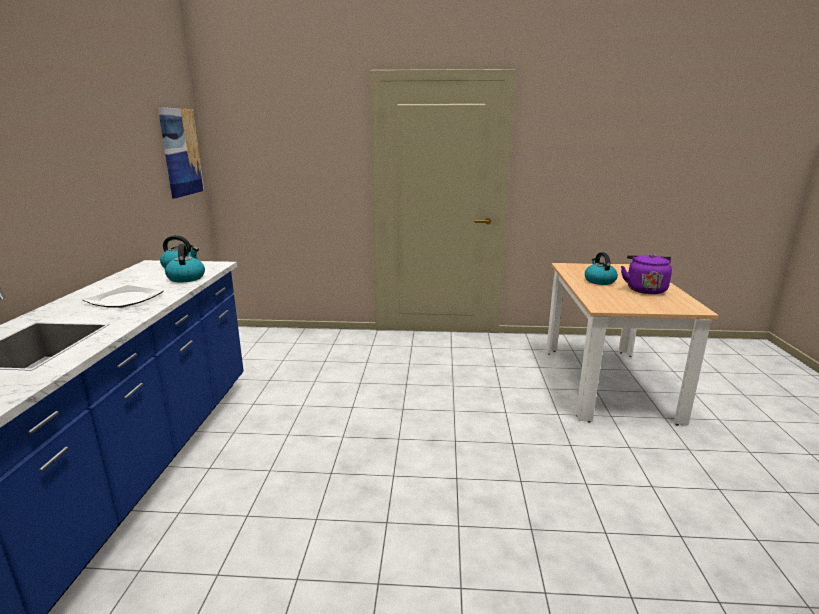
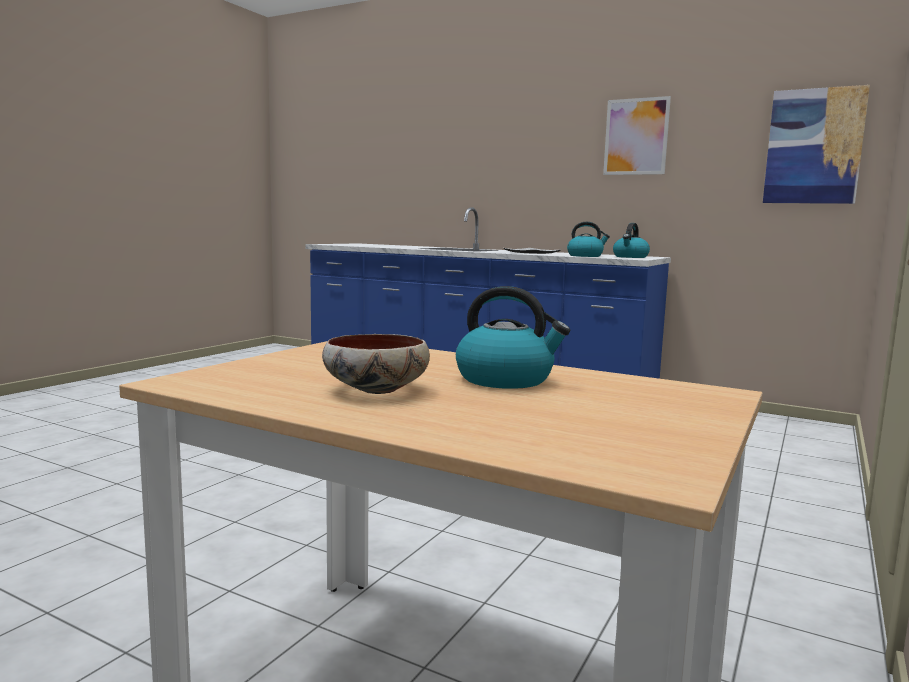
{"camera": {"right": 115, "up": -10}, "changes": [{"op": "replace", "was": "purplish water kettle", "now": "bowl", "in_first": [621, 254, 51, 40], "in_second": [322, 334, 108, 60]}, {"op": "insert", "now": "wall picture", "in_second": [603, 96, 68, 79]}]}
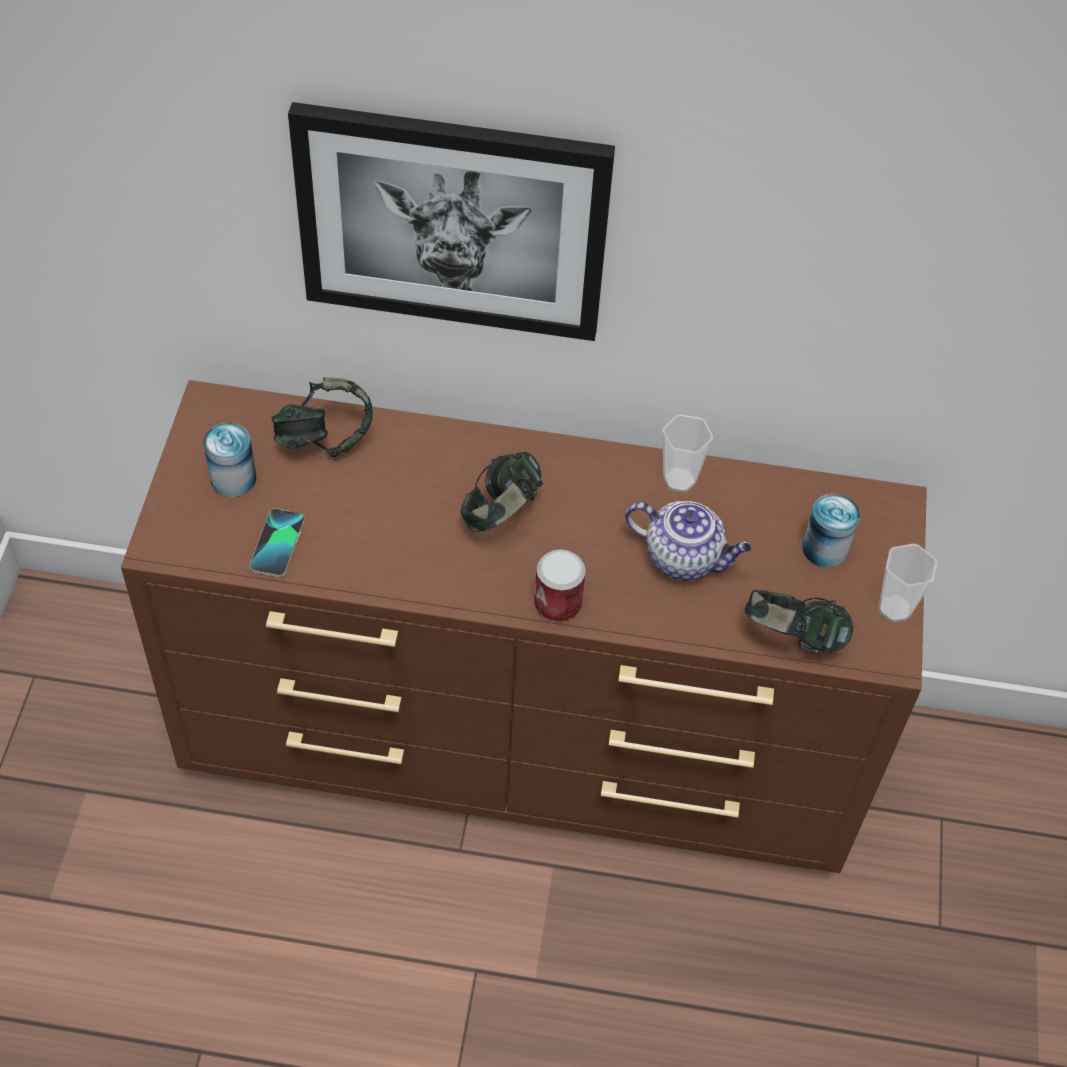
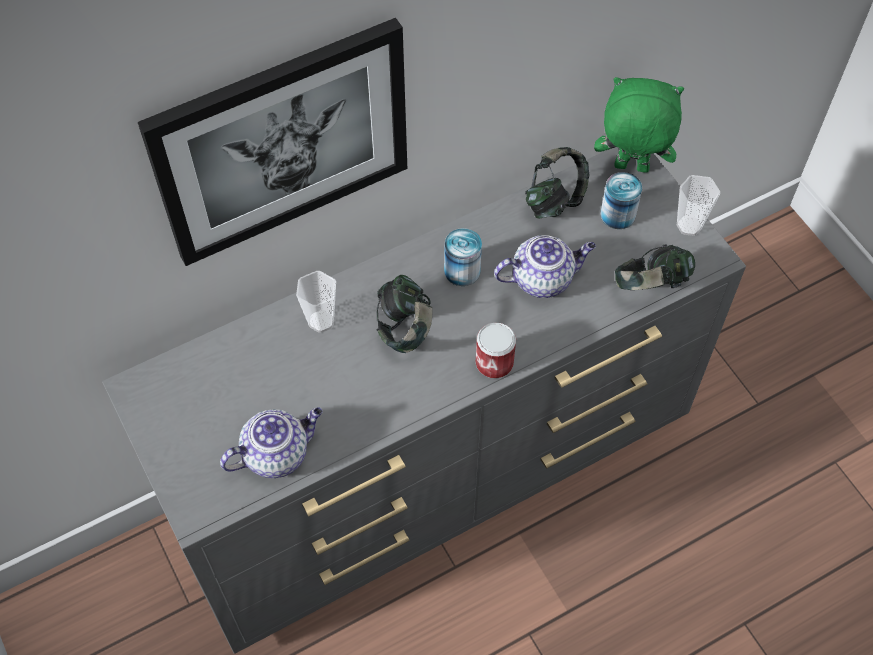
{"camera": {"right": -35, "up": 5}, "changes": [{"op": "move", "was": "headset", "in_first": [272, 377, 101, 80], "in_second": [525, 147, 64, 71]}, {"op": "recolor", "was": "brown-coloured drawer chest", "now": "gray drawer chest", "in_first": [121, 380, 806, 493], "in_second": [102, 147, 644, 507]}, {"op": "move", "was": "small cup", "in_first": [662, 414, 51, 79], "in_second": [296, 271, 40, 62]}, {"op": "move", "was": "can", "in_first": [203, 423, 53, 74], "in_second": [444, 228, 38, 58]}, {"op": "replace", "was": "phone", "now": "teapot", "in_first": [250, 508, 55, 69], "in_second": [220, 407, 103, 71]}, {"op": "insert", "now": "green-coloured cuddly toy", "in_second": [594, 77, 90, 96]}]}
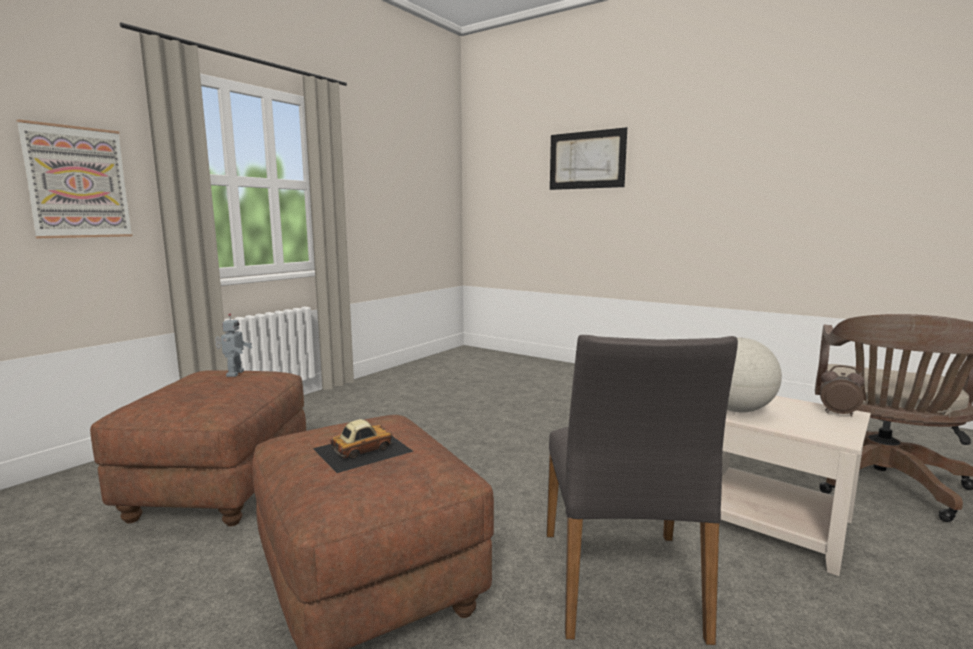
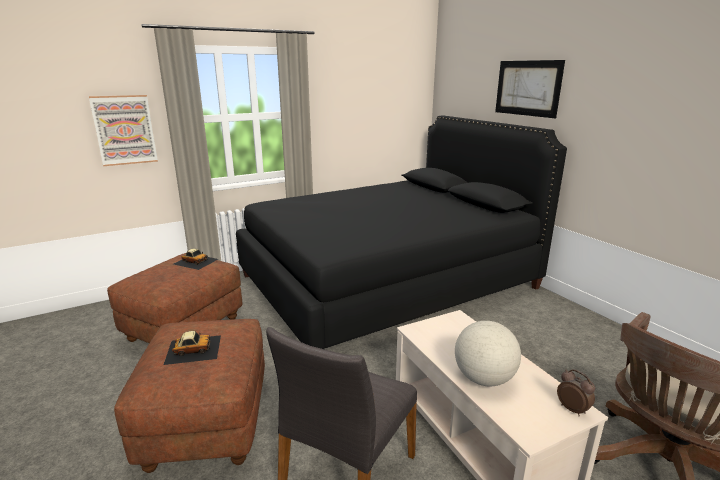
{"camera": {"right": 25, "up": 10}, "changes": [{"op": "replace", "was": "robot figure", "now": "miniature car", "in_first": [215, 313, 38, 64], "in_second": [174, 248, 44, 22]}, {"op": "insert", "now": "blackish bed", "in_second": [236, 115, 331, 234]}]}
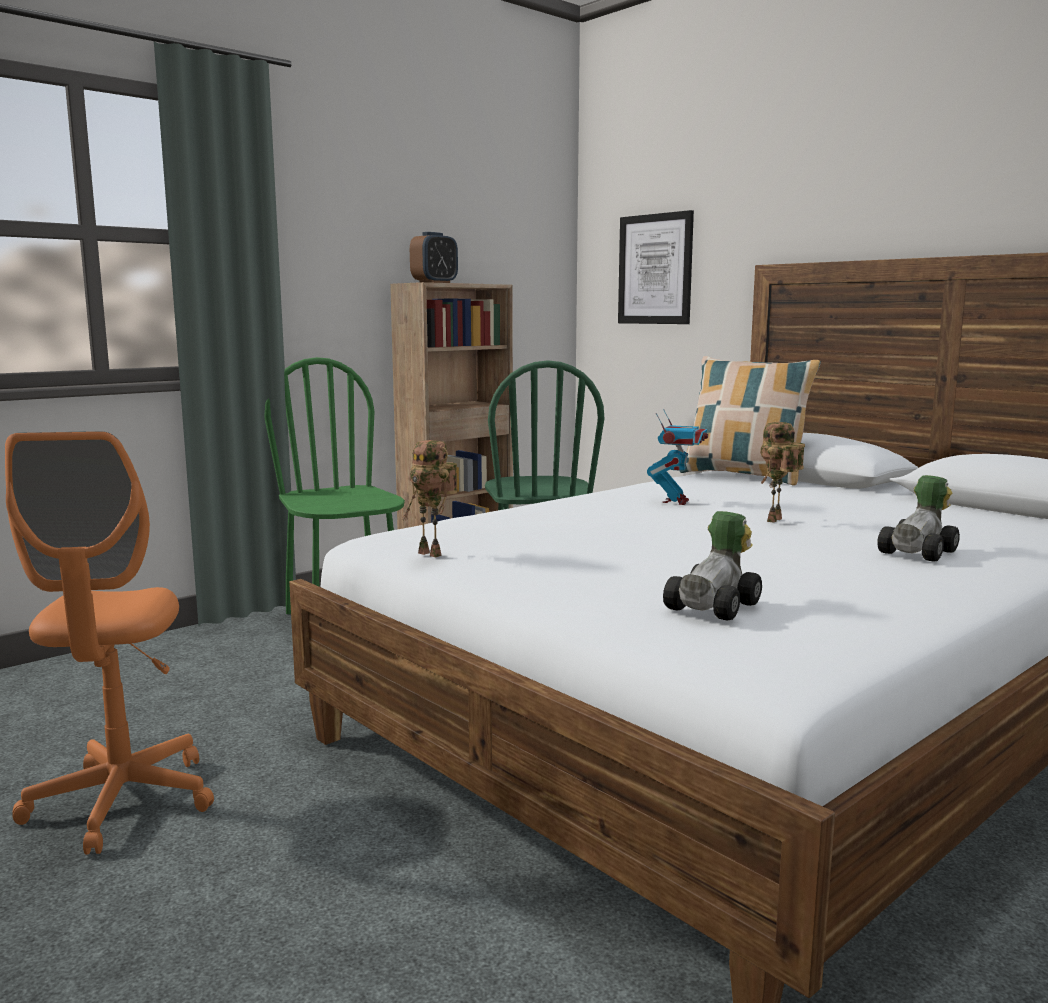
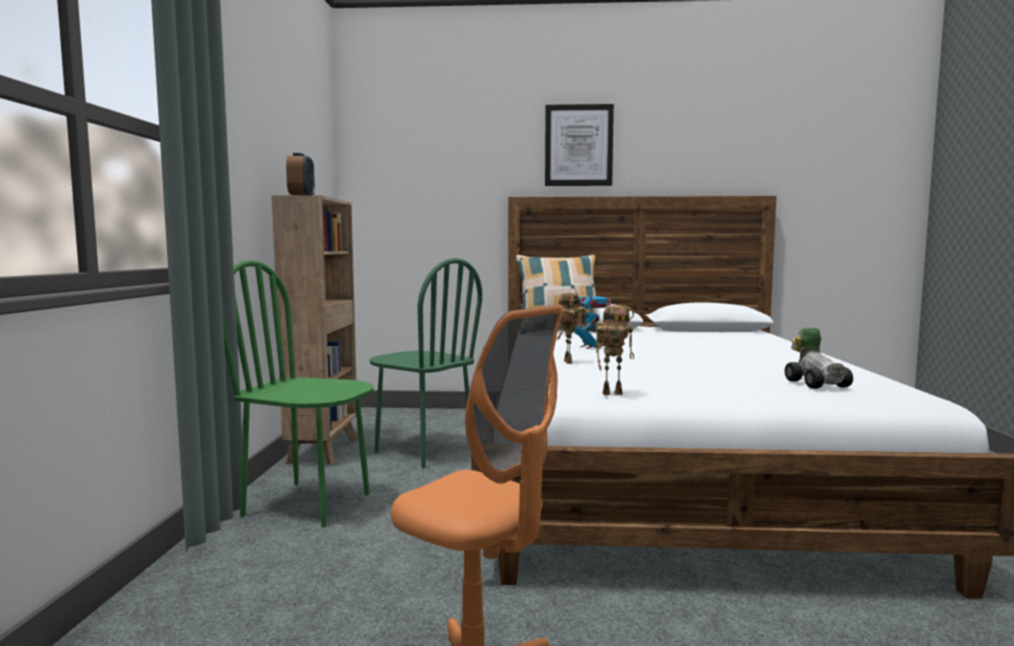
{"camera": {"right": -45, "up": -5}, "changes": [{"op": "move", "was": "wall picture", "in_first": [618, 210, 76, 114], "in_second": [545, 104, 69, 82]}, {"op": "move", "was": "robot figure", "in_first": [760, 422, 45, 101], "in_second": [556, 293, 31, 71]}, {"op": "delete", "was": "miniature car", "in_first": [877, 475, 83, 87]}]}
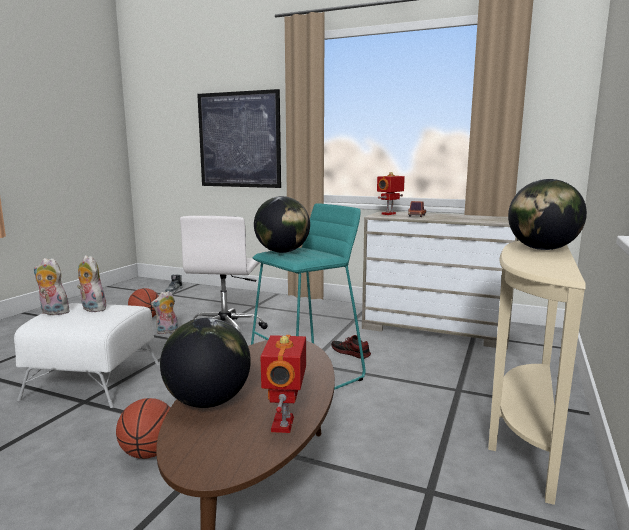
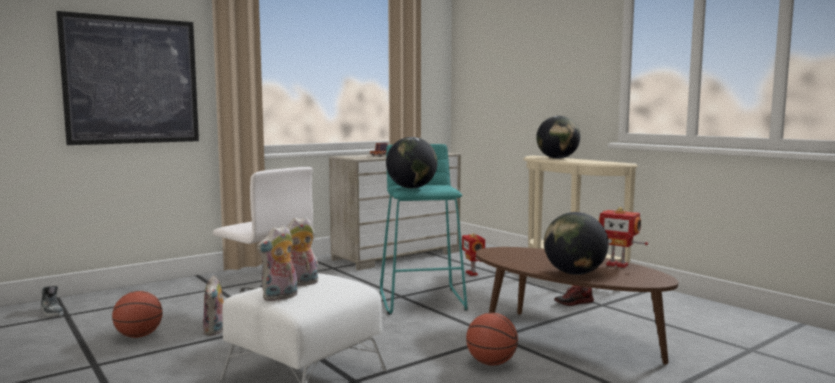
{"camera": {"right": -60, "up": -5}, "changes": [{"op": "move", "was": "robot figure", "in_first": [377, 172, 28, 43], "in_second": [462, 233, 23, 43]}, {"op": "move", "was": "low shoe", "in_first": [331, 335, 40, 24], "in_second": [554, 285, 40, 21]}]}
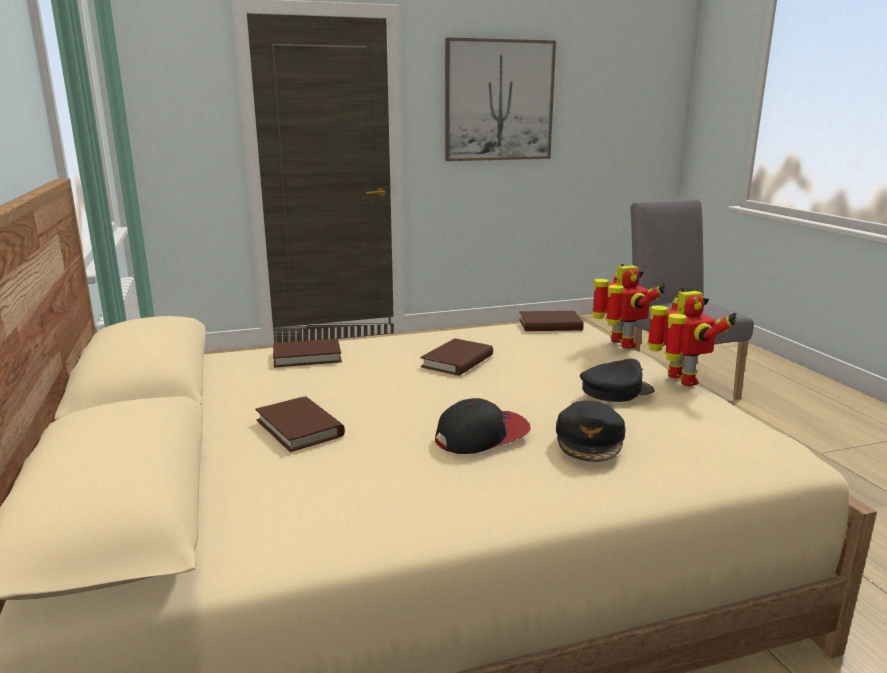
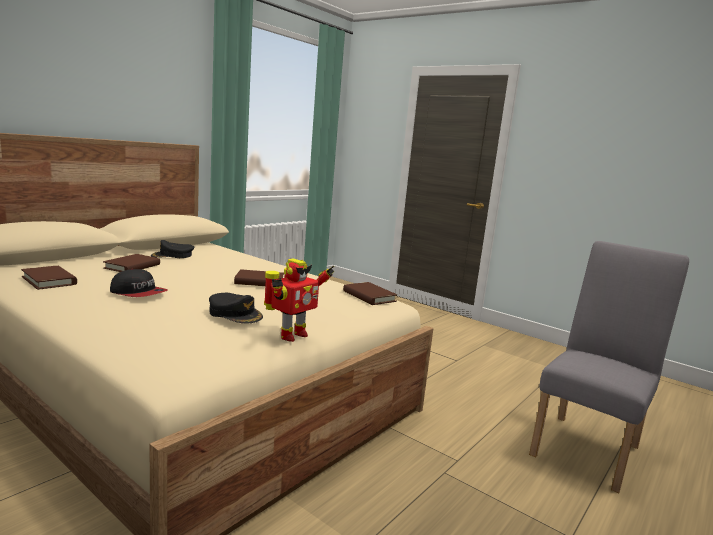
{"camera": {"right": 55, "up": -5}, "changes": [{"op": "delete", "was": "wall picture", "in_first": [445, 37, 111, 124]}, {"op": "delete", "was": "robot figure", "in_first": [592, 264, 74, 85]}, {"op": "move", "was": "brown-coloured book", "in_first": [273, 339, 69, 28], "in_second": [21, 266, 56, 24]}, {"op": "move", "was": "blackish baseball cap", "in_first": [556, 401, 70, 61], "in_second": [151, 240, 43, 18]}]}
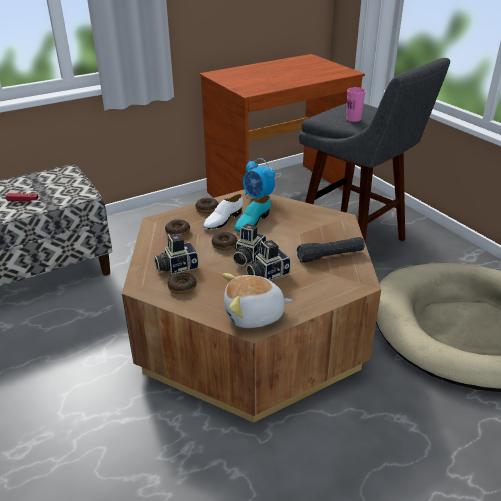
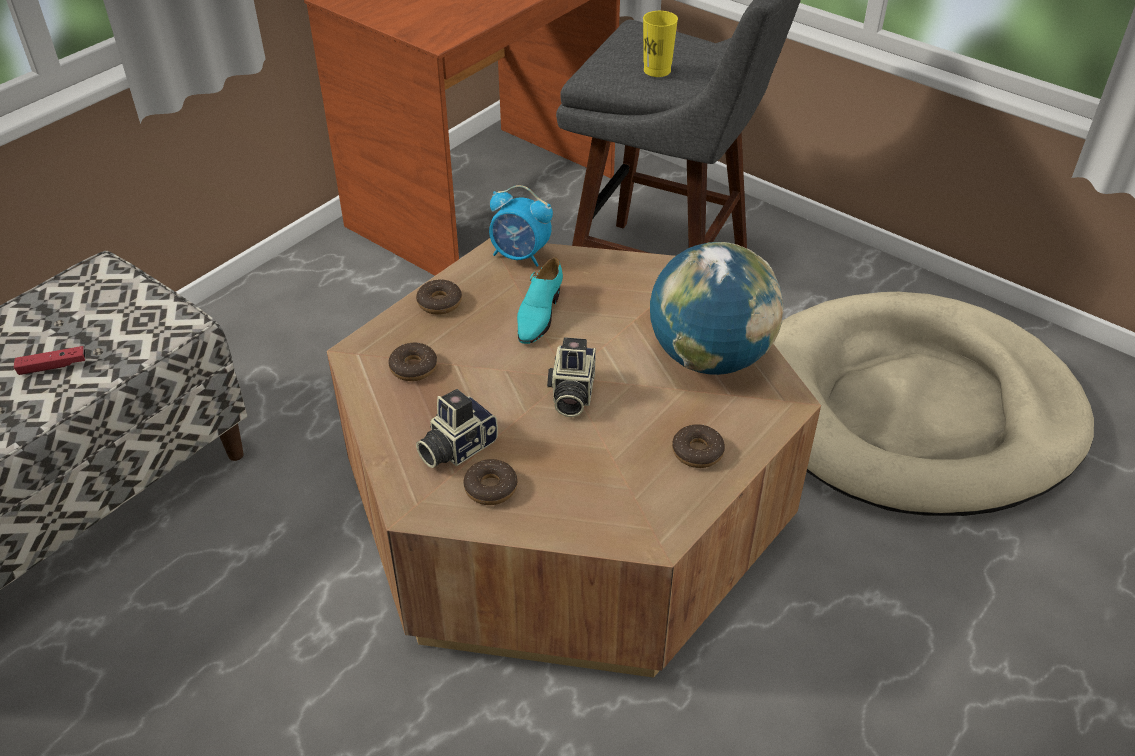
{"camera": {"right": -20, "up": 10}, "changes": [{"op": "recolor", "was": "pink small cup", "now": "yellow small cup", "in_first": [346, 87, 20, 35], "in_second": [643, 11, 35, 66]}, {"op": "delete", "was": "whitish low shoe", "in_first": [203, 194, 40, 36]}, {"op": "move", "was": "doughnut", "in_first": [212, 232, 25, 18], "in_second": [672, 424, 53, 44]}, {"op": "replace", "was": "blackish flashlight", "now": "globe", "in_first": [297, 237, 68, 26], "in_second": [650, 242, 134, 133]}, {"op": "delete", "was": "still camera", "in_first": [246, 240, 45, 41]}, {"op": "delete", "was": "cuddly toy", "in_first": [222, 273, 70, 55]}]}
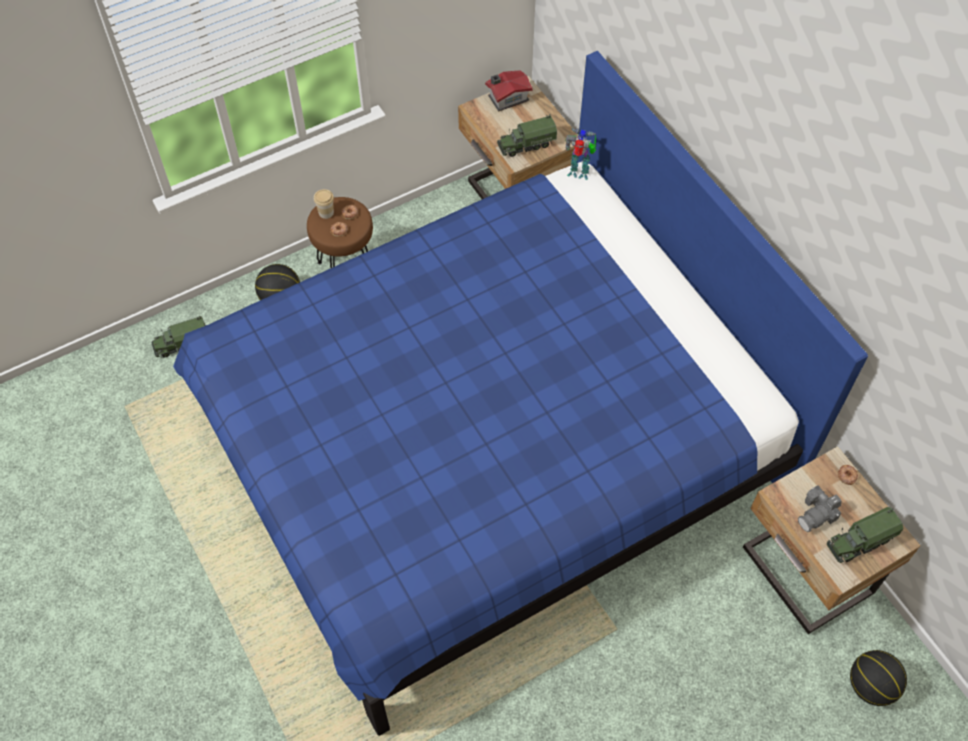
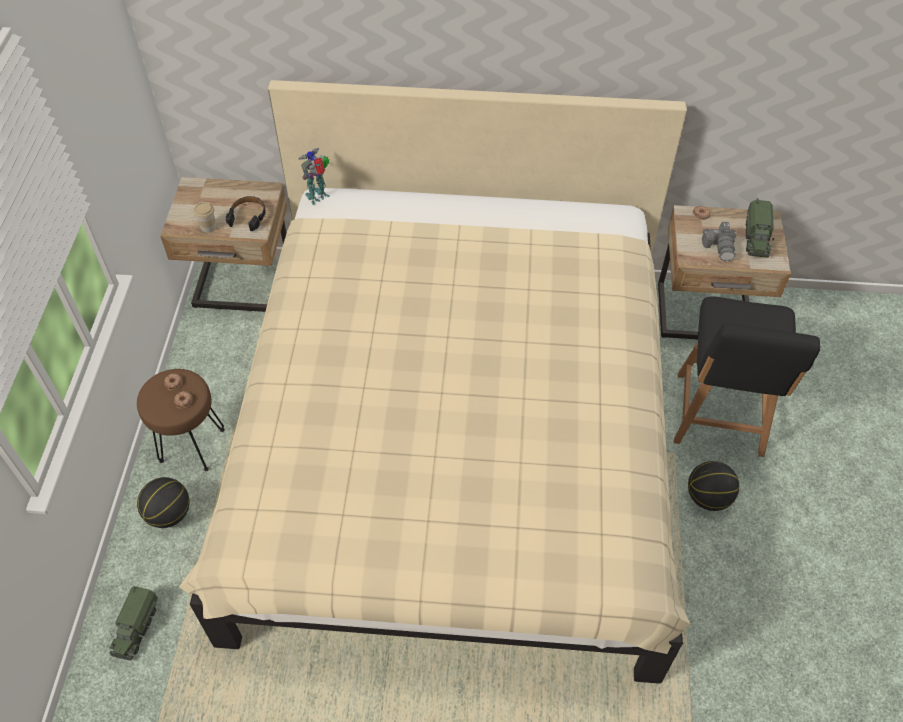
{"camera": {"right": -55, "up": -5}, "changes": [{"op": "recolor", "was": "blue-coloured bed", "now": "sand-coloured bed", "in_first": [173, 51, 695, 685], "in_second": [179, 80, 511, 604]}, {"op": "delete", "was": "miniature house", "in_first": [485, 70, 47, 41]}, {"op": "replace", "was": "toy lorry", "now": "blackish headset", "in_first": [497, 114, 60, 43], "in_second": [226, 196, 40, 35]}, {"op": "move", "was": "small cup", "in_first": [314, 189, 20, 30], "in_second": [193, 202, 23, 31]}, {"op": "move", "was": "ball for basketball", "in_first": [850, 650, 57, 56], "in_second": [688, 461, 51, 50]}, {"op": "insert", "now": "blackish chair", "in_second": [674, 296, 146, 161]}]}
